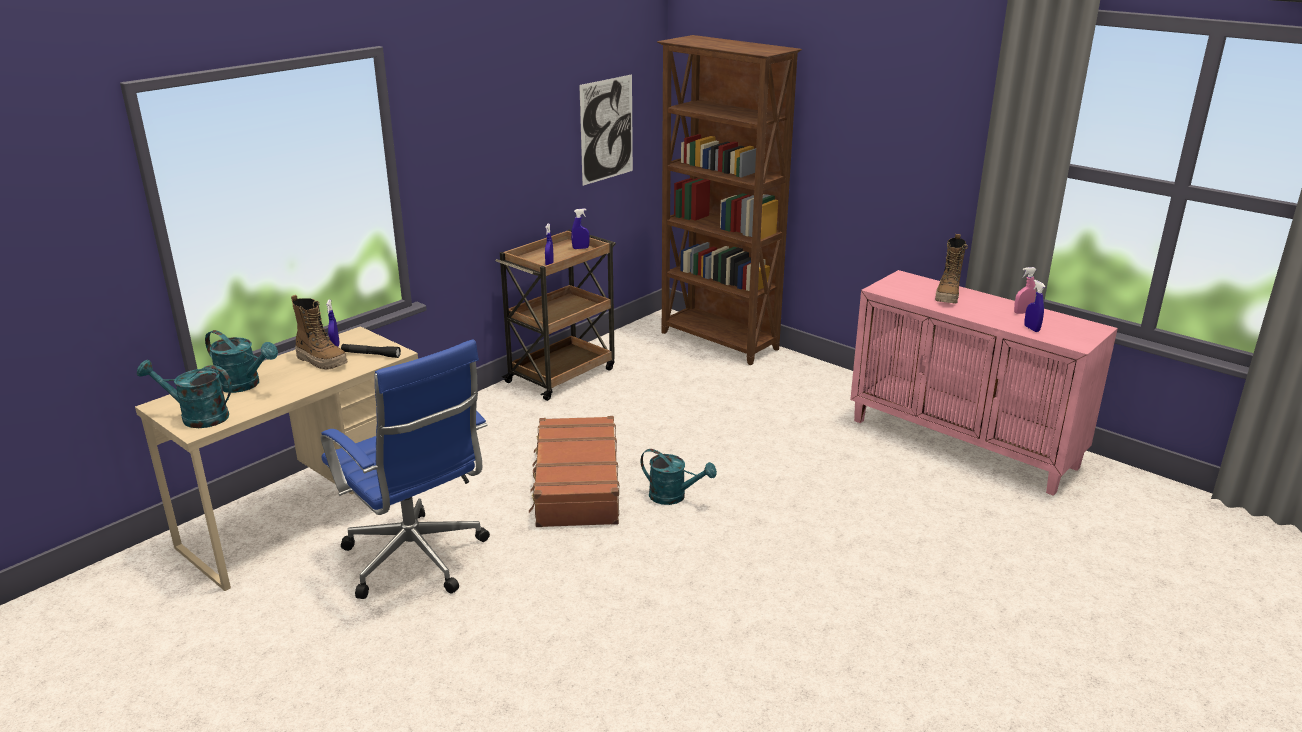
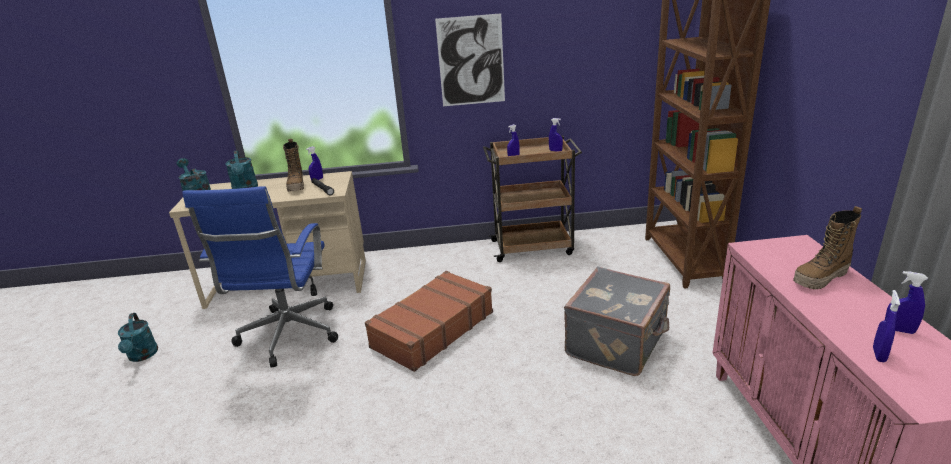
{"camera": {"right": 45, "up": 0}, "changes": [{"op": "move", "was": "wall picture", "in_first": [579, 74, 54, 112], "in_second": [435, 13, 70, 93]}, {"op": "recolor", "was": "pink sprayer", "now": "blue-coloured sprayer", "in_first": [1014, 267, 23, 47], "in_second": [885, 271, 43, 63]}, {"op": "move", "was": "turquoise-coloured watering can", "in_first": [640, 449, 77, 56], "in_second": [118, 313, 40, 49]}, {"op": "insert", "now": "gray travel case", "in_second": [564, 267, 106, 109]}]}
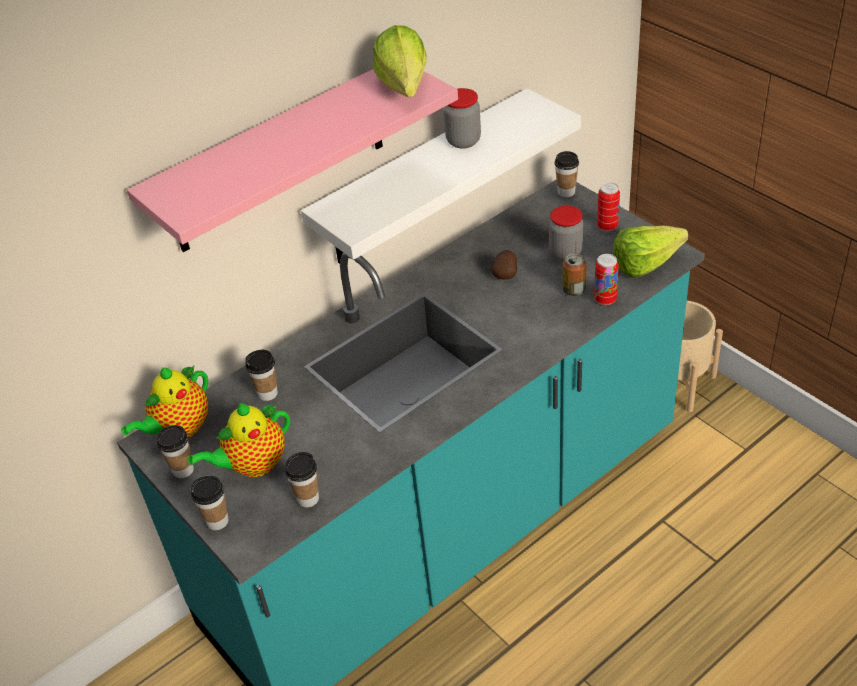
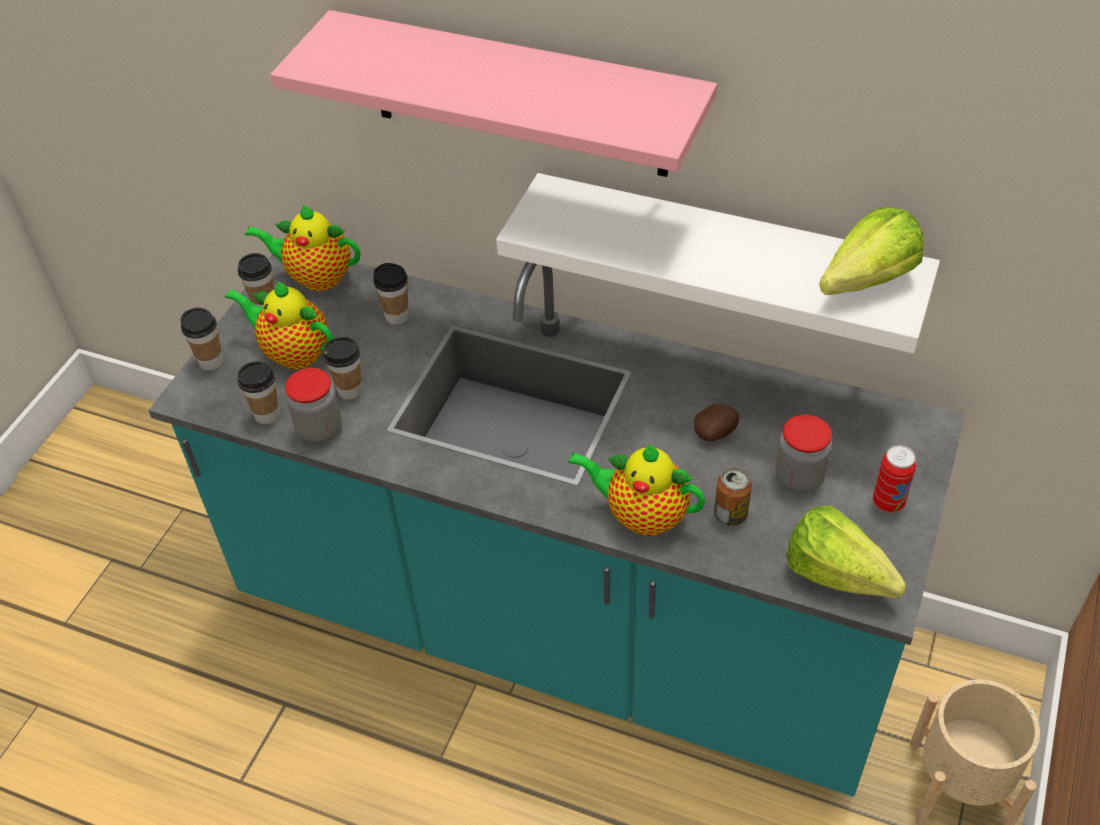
{"camera": {"right": 60, "up": 5}, "changes": [{"op": "move", "was": "lettuce", "in_first": [373, 25, 54, 72], "in_second": [819, 207, 105, 88]}, {"op": "move", "was": "preserve jar", "in_first": [443, 88, 38, 61], "in_second": [285, 368, 57, 75]}, {"op": "move", "was": "small cup", "in_first": [554, 151, 25, 46], "in_second": [323, 337, 39, 62]}, {"op": "delete", "was": "can", "in_first": [594, 254, 25, 51]}, {"op": "insert", "now": "teapot", "in_second": [568, 444, 137, 92]}]}
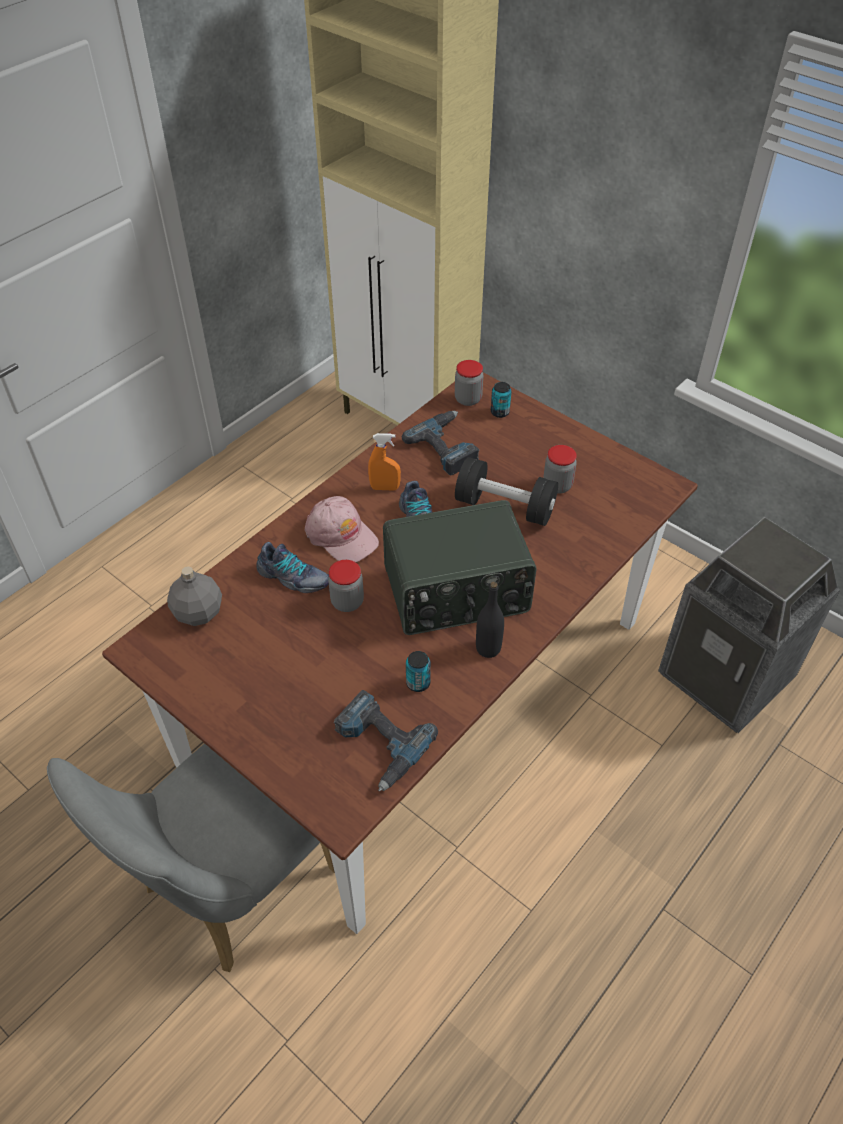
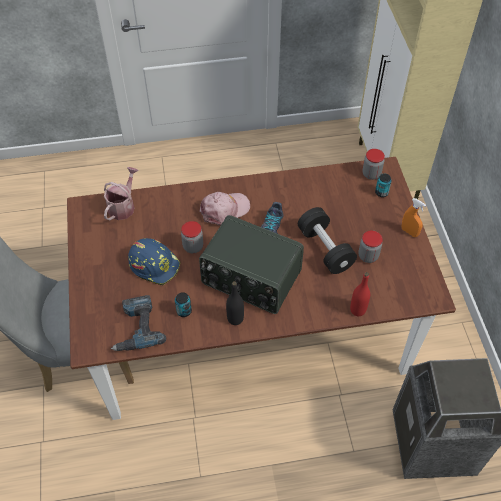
{"camera": {"right": 40, "up": 5}, "changes": [{"op": "delete", "was": "power drill", "in_first": [402, 411, 78, 64]}, {"op": "move", "was": "orange sprayer", "in_first": [368, 433, 33, 58], "in_second": [401, 198, 25, 39]}, {"op": "rotate", "was": "pink baseball cap", "in_first": [305, 496, 74, 66], "in_second": [199, 192, 51, 33], "clockwise": -120}, {"op": "delete", "was": "low shoe", "in_first": [256, 542, 73, 51]}, {"op": "replace", "was": "gray beverage bottle", "now": "watering can", "in_first": [167, 567, 55, 59], "in_second": [104, 167, 34, 53]}, {"op": "insert", "now": "blue-coloured work helmet", "in_second": [128, 238, 52, 47]}, {"op": "insert", "now": "red-coloured beverage bottle", "in_second": [350, 272, 20, 44]}]}
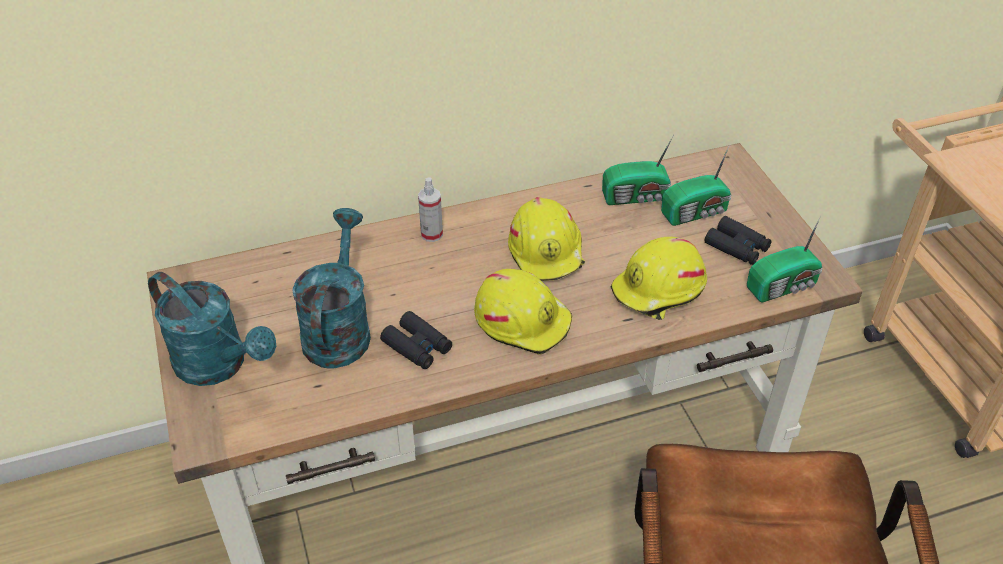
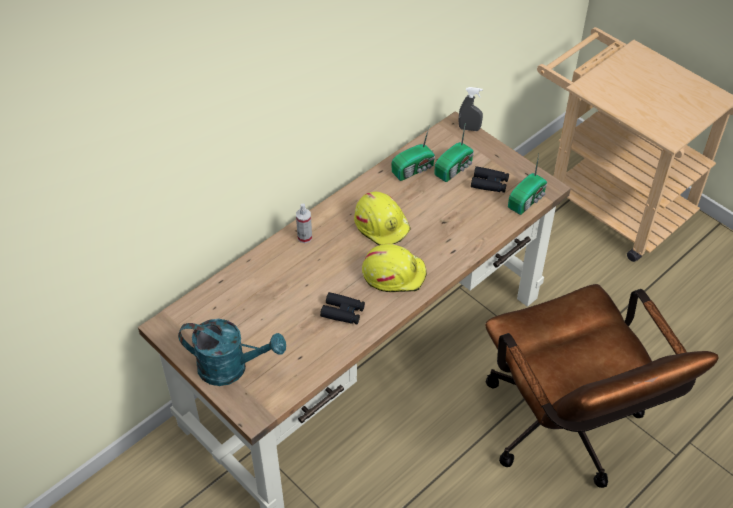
{"camera": {"right": -25, "up": 5}, "changes": [{"op": "delete", "was": "turquoise-coloured watering can", "in_first": [292, 208, 79, 160]}, {"op": "delete", "was": "yellow work helmet", "in_first": [611, 237, 96, 83]}, {"op": "insert", "now": "gray sprayer", "in_second": [459, 87, 24, 44]}]}
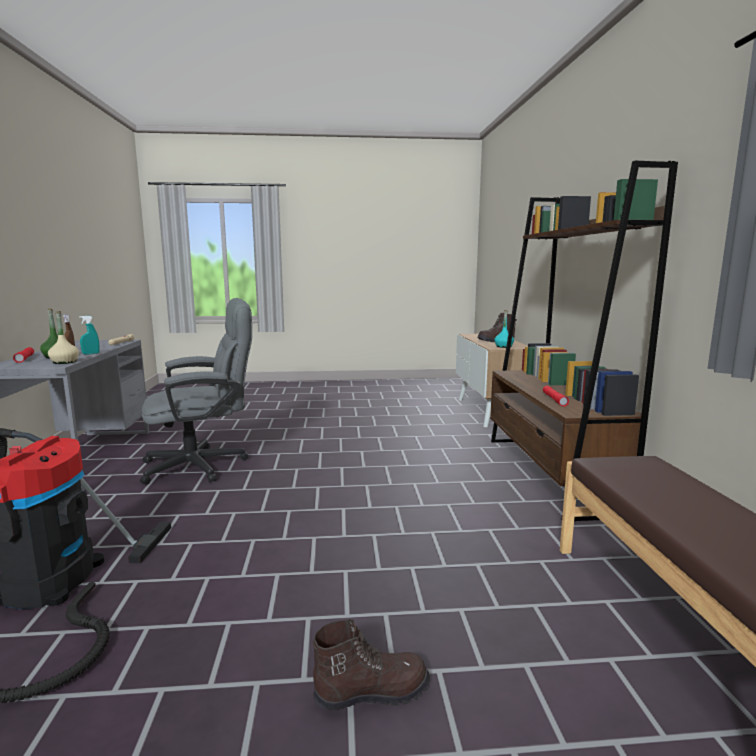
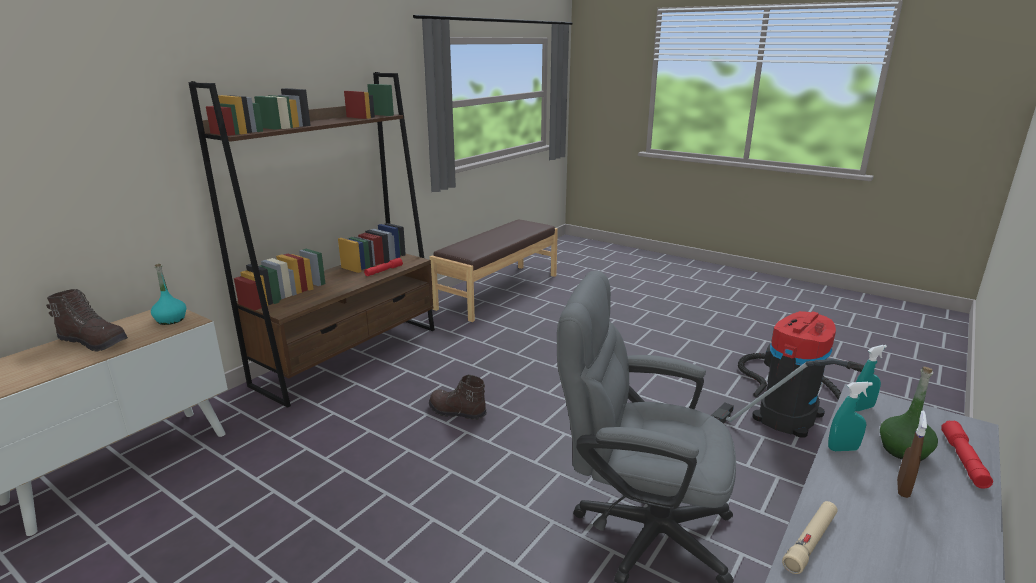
{"camera": {"right": -140, "up": 10}, "changes": [{"op": "replace", "was": "sand-coloured beverage bottle", "now": "turquoise-coloured sprayer", "in_first": [48, 311, 31, 53], "in_second": [855, 345, 32, 66]}, {"op": "move", "was": "brown-coloured boot", "in_first": [312, 619, 118, 92], "in_second": [429, 375, 58, 45]}]}
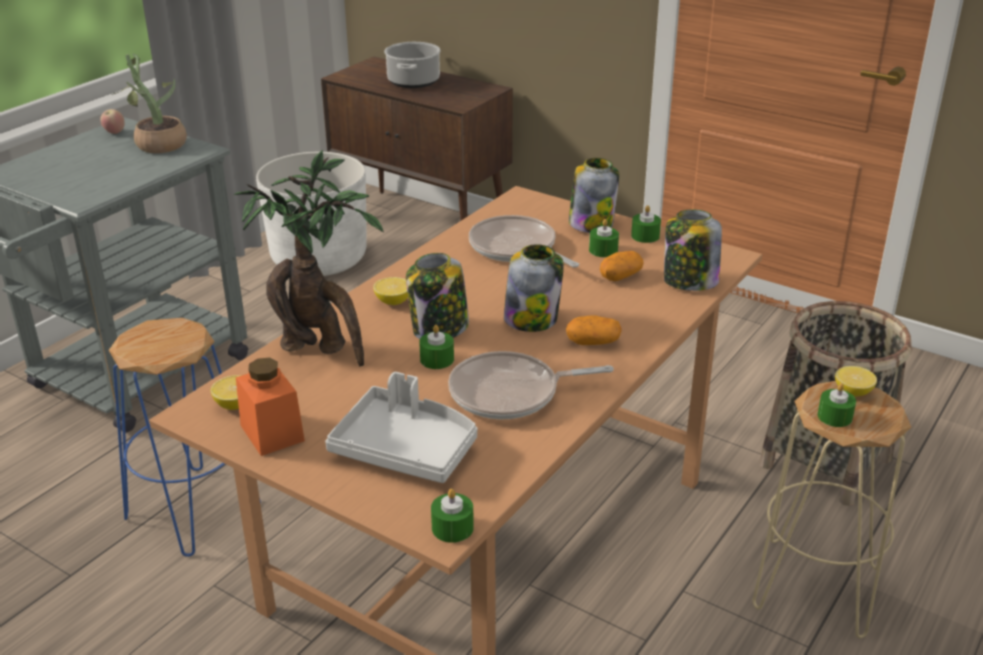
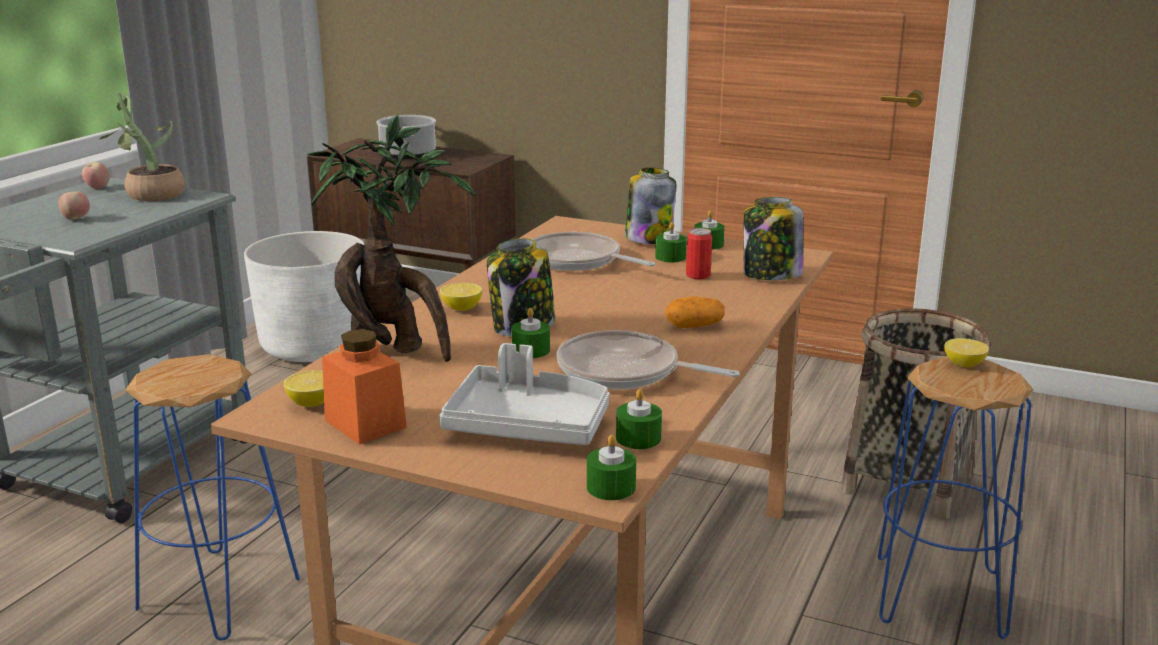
{"camera": {"right": -10, "up": -10}, "changes": [{"op": "delete", "was": "preserve jar", "in_first": [504, 244, 60, 88]}, {"op": "replace", "was": "whole potato", "now": "can", "in_first": [600, 251, 44, 30], "in_second": [686, 228, 26, 51]}, {"op": "rotate", "was": "skillet", "in_first": [448, 351, 166, 68], "in_second": [557, 330, 183, 59], "clockwise": 45}, {"op": "recolor", "was": "sand-coloured stool", "now": "blue-coloured stool", "in_first": [752, 381, 159, 257], "in_second": [878, 356, 156, 283]}, {"op": "move", "was": "green-coloured candle", "in_first": [818, 383, 38, 44], "in_second": [616, 389, 46, 60]}, {"op": "insert", "now": "apple", "in_second": [58, 192, 32, 28]}]}
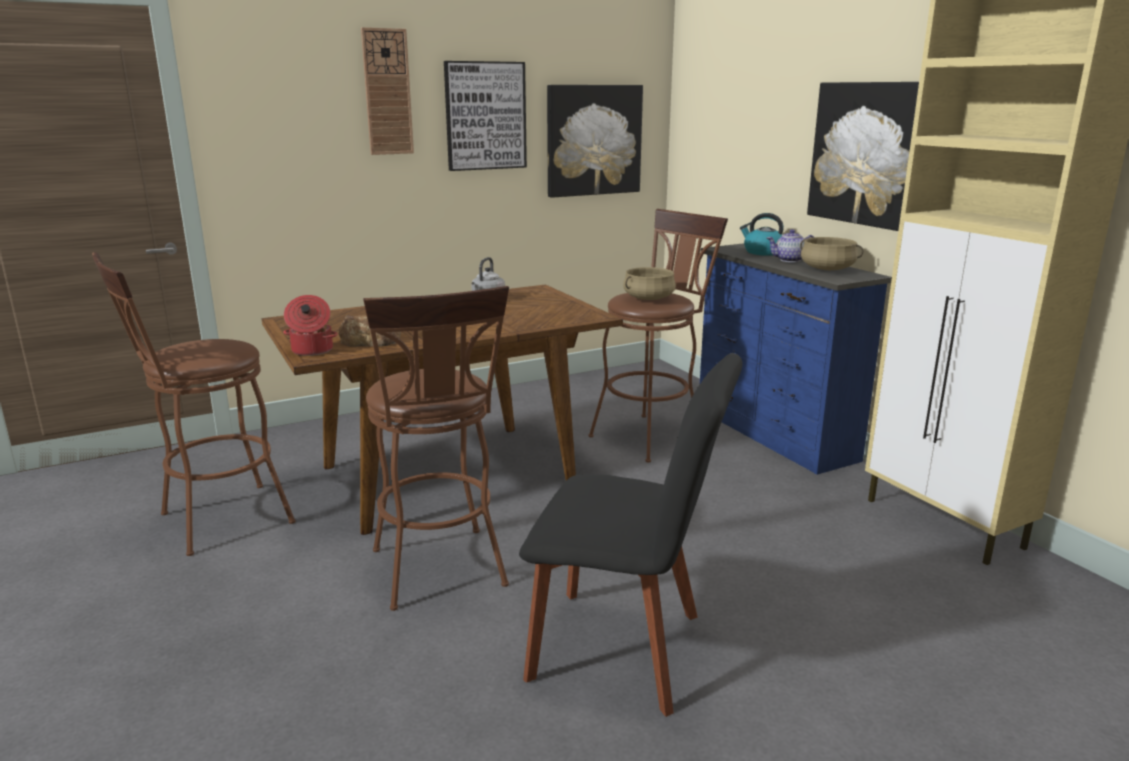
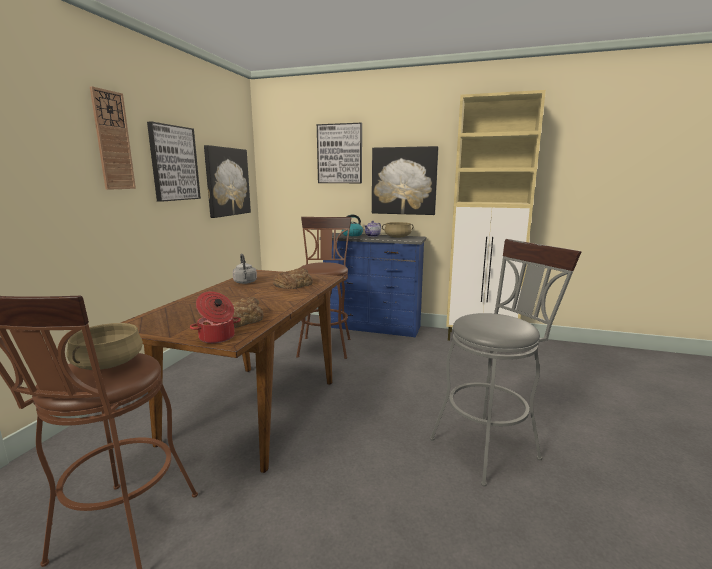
{"camera": {"right": -45, "up": -5}, "changes": [{"op": "move", "was": "sand-coloured stockpot", "in_first": [623, 267, 53, 33], "in_second": [67, 323, 76, 47]}, {"op": "delete", "was": "brown-coloured stool", "in_first": [363, 286, 146, 325]}, {"op": "replace", "was": "blackish chair", "now": "gray stool", "in_first": [519, 353, 223, 364], "in_second": [430, 239, 152, 248]}, {"op": "insert", "now": "wall picture", "in_second": [317, 123, 45, 60]}, {"op": "insert", "now": "bread", "in_second": [273, 268, 40, 21]}]}
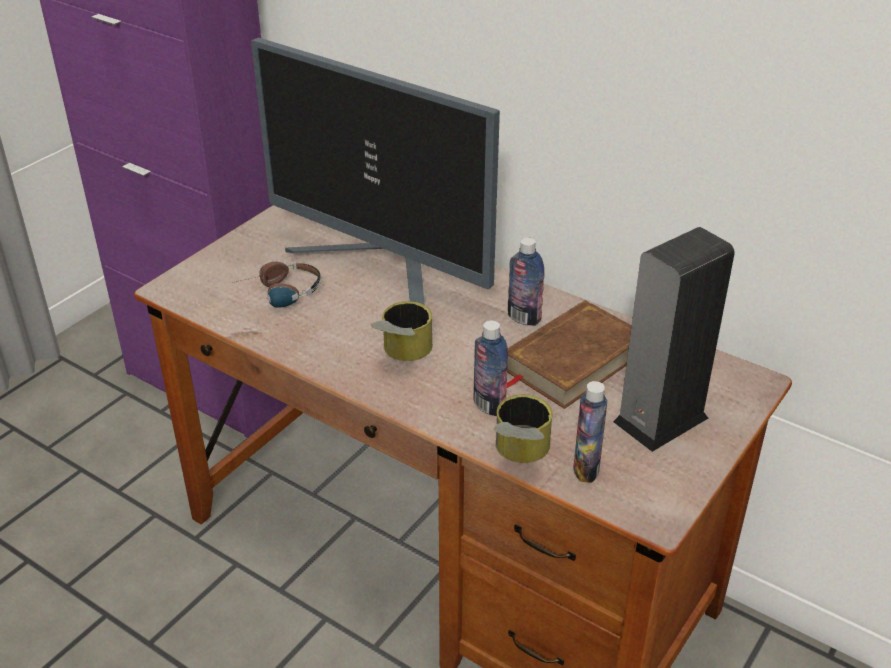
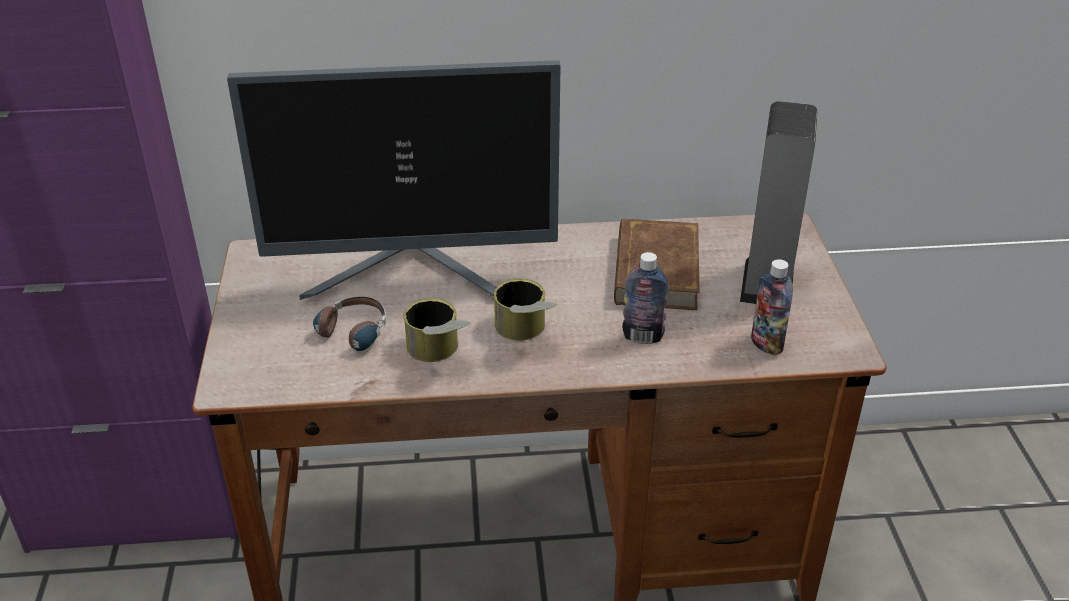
{"camera": {"right": -40, "up": 0}, "changes": [{"op": "delete", "was": "beverage bottle", "in_first": [508, 238, 36, 88]}, {"op": "move", "was": "can", "in_first": [493, 394, 60, 69], "in_second": [403, 298, 67, 64]}]}
